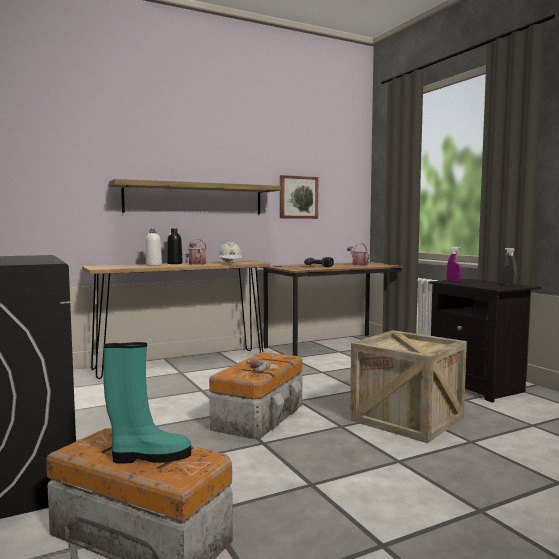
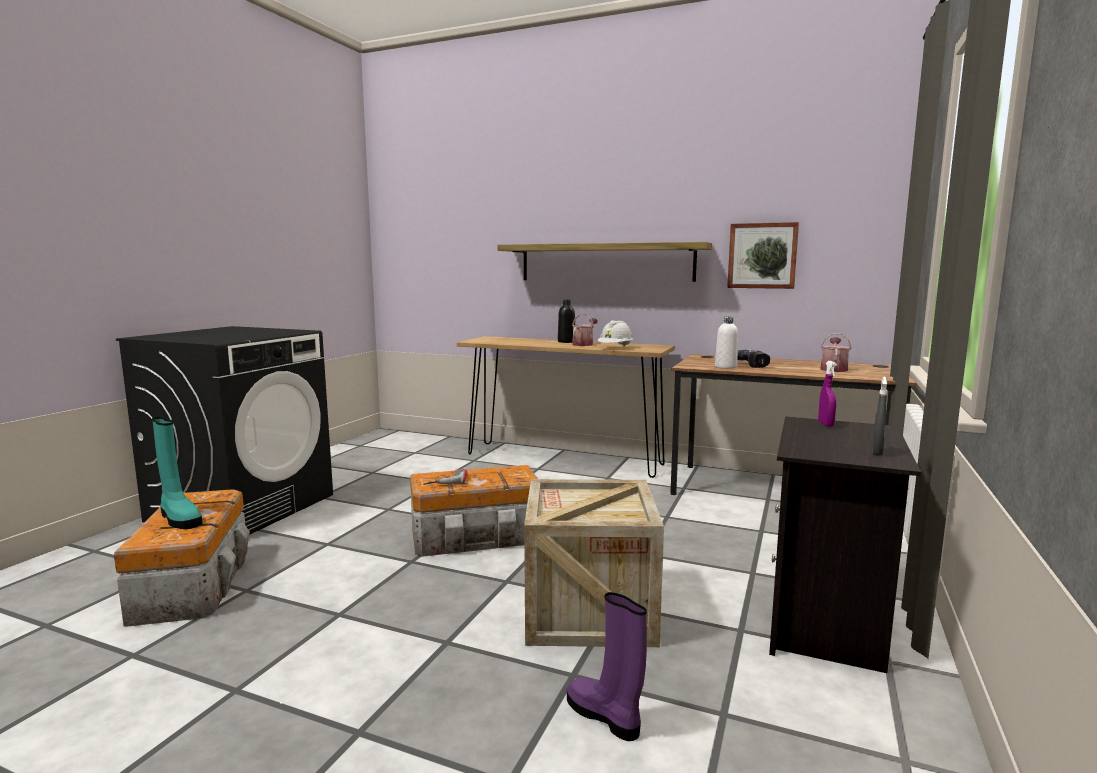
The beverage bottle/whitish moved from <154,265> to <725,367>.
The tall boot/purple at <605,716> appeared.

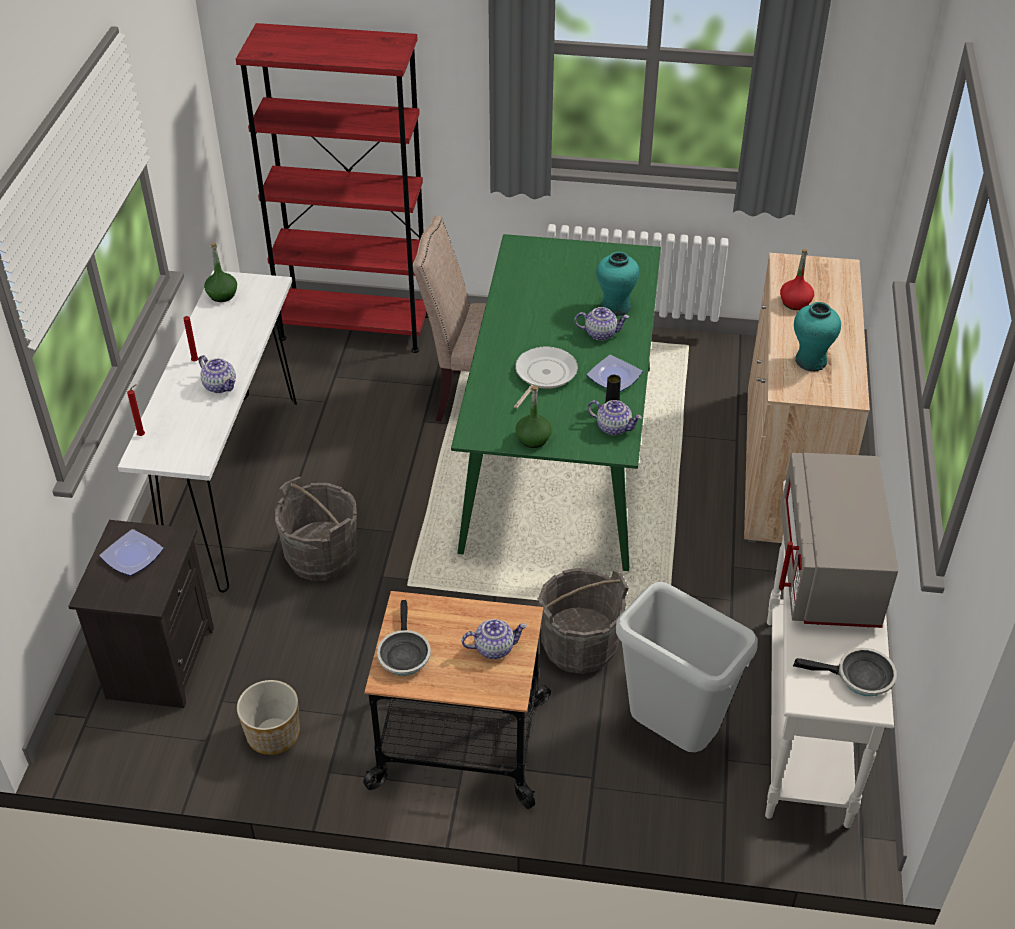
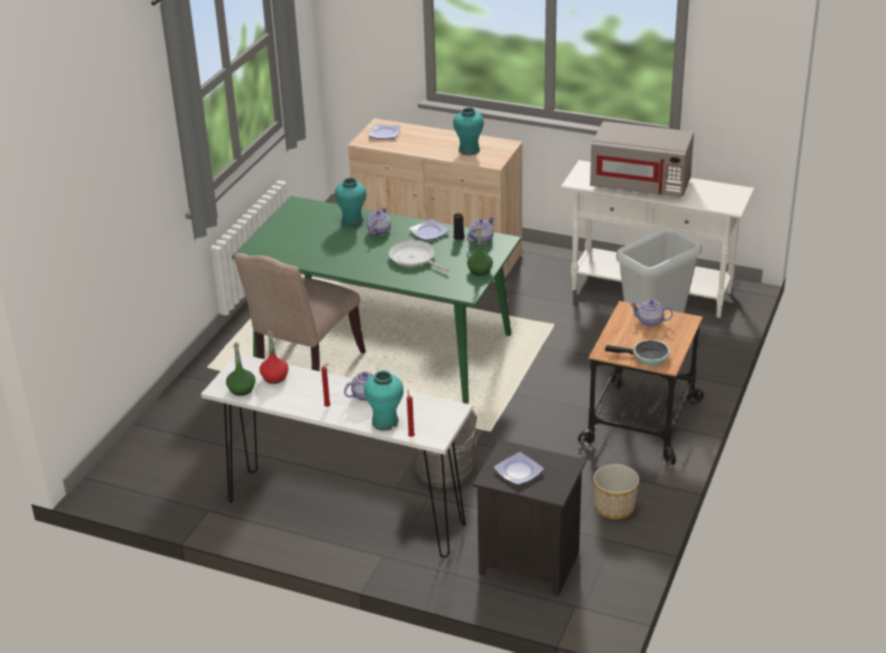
The bookcase/red at <354,326> disappeared.
The beverage bottle/red moved from <795,302> to <274,377>.
The bucket/greyish at <579,646> disappeared.
The tea pot at <494,647> turned 75 degrees counterclockwise.
The frying pan at <859,677> disappeared.
The flat dish at <384,133> appeared.
The vase/turquoise-coloured at <385,422> appeared.

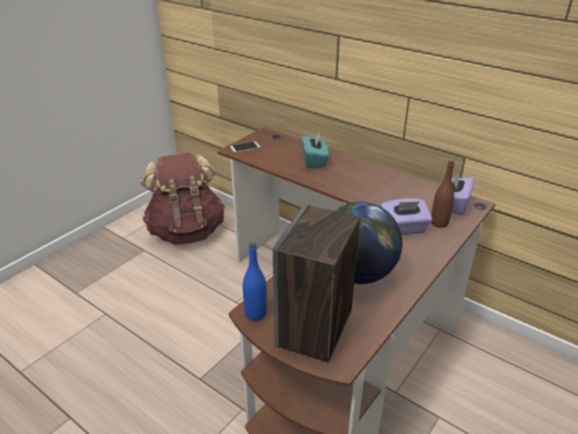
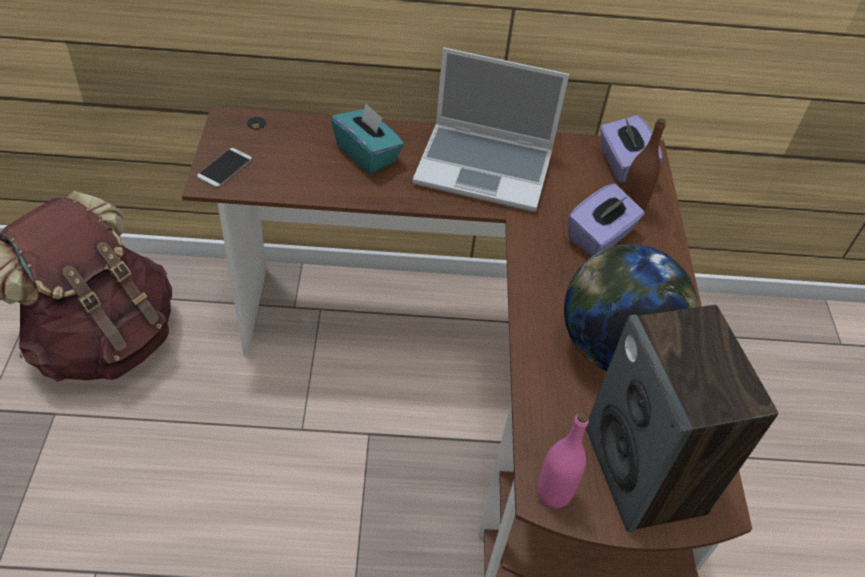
The beverage bottle/bluish at <255,313> became the beverage bottle/pink at <553,493>.
The laptop at <486,168> appeared.

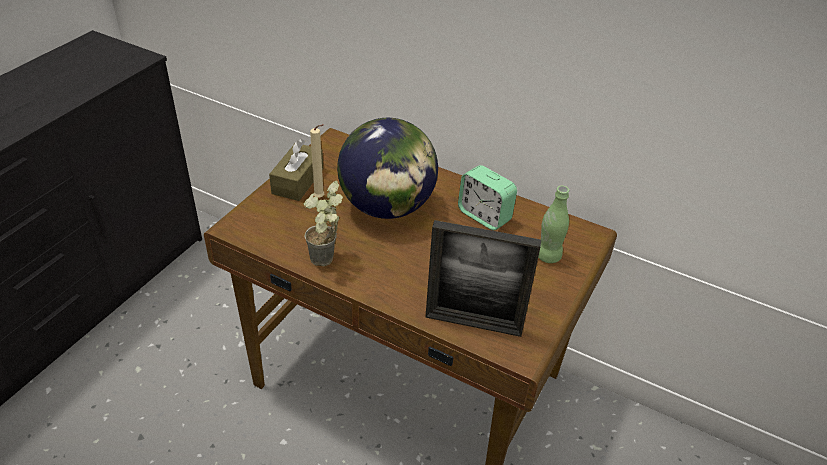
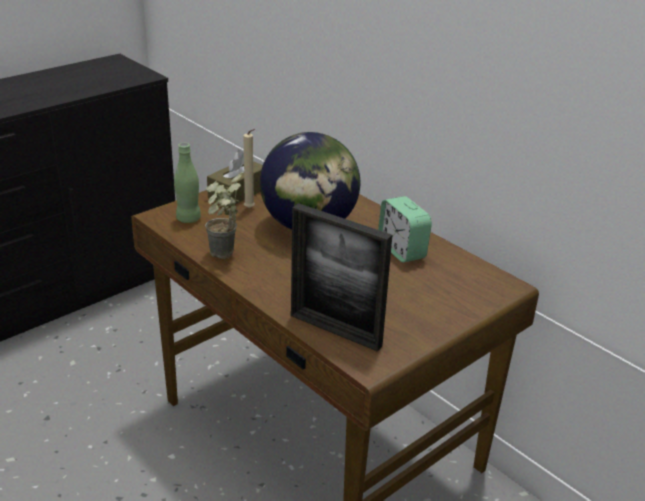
The beverage bottle/greenish moved from <548,256> to <188,219>.

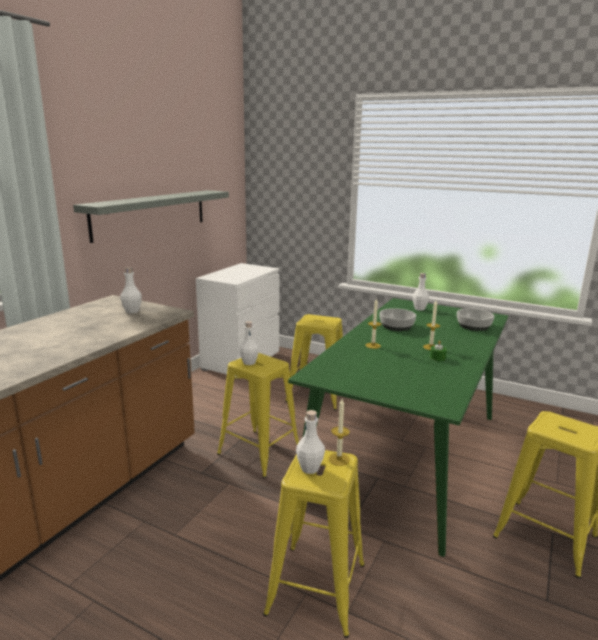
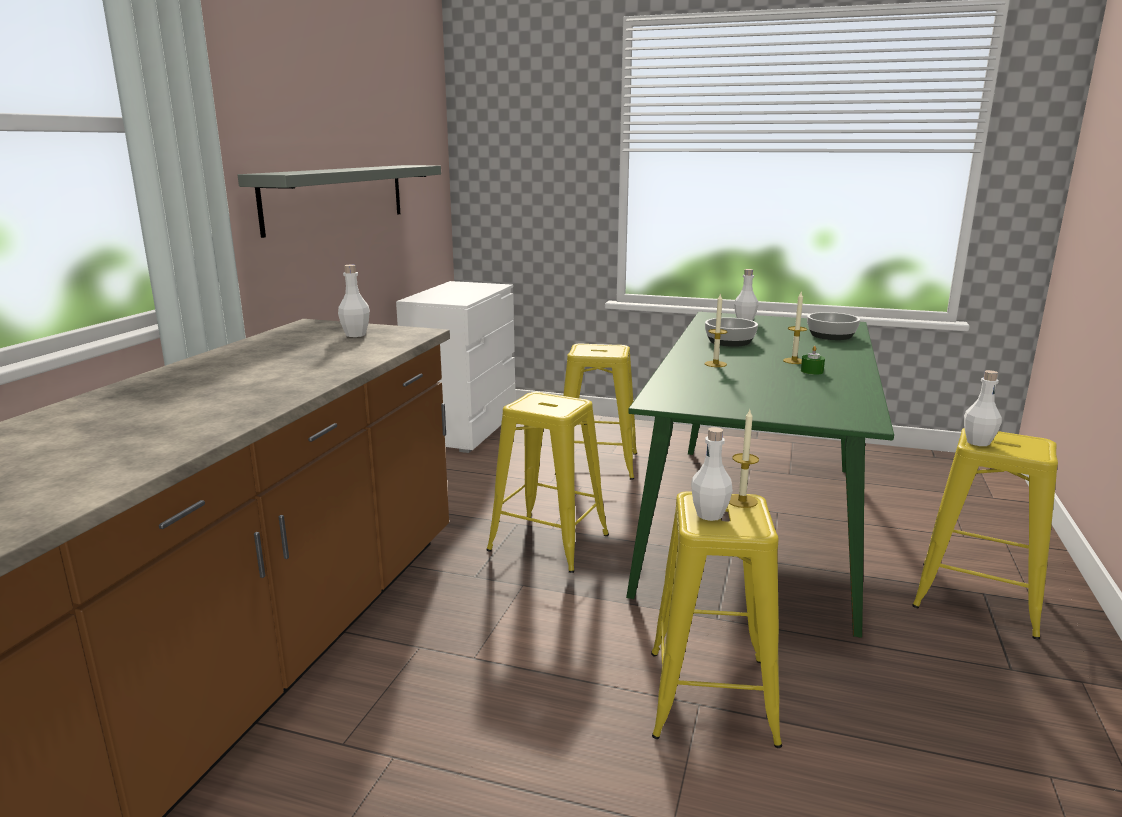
The beverage bottle/whitish moved from <249,362> to <978,442>.

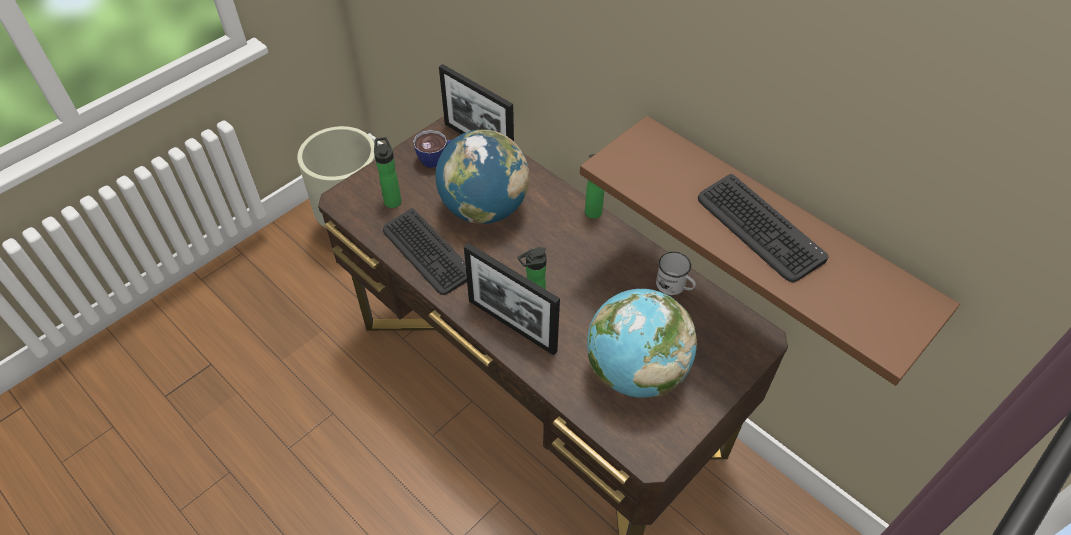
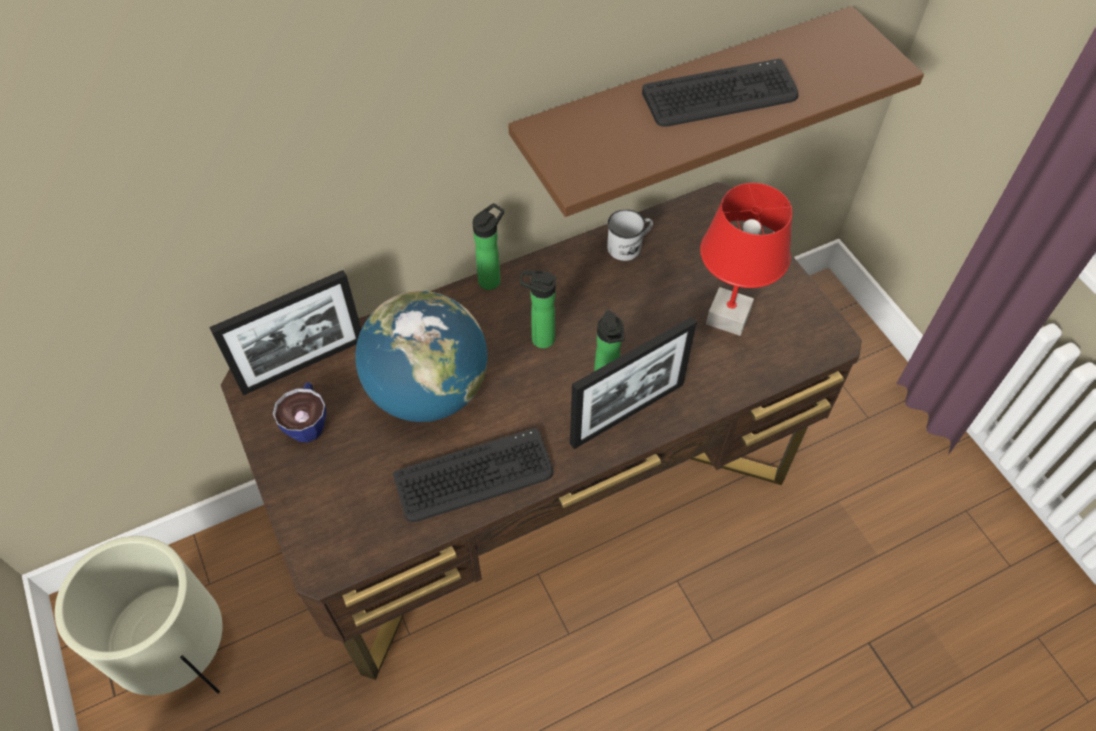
The beverage bottle moved from <392,200> to <539,339>.
The desk globe at <635,371> was replaced by the lamp for a table/red at <727,318>.

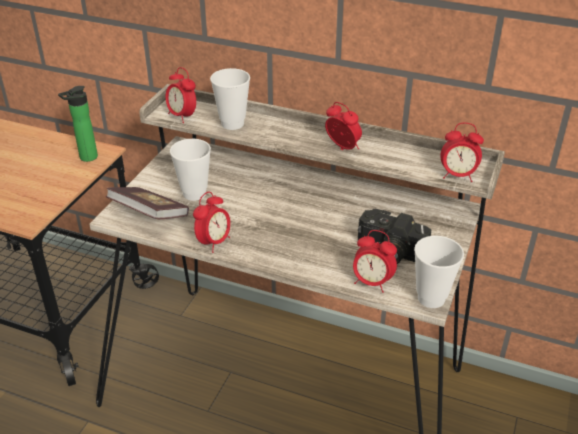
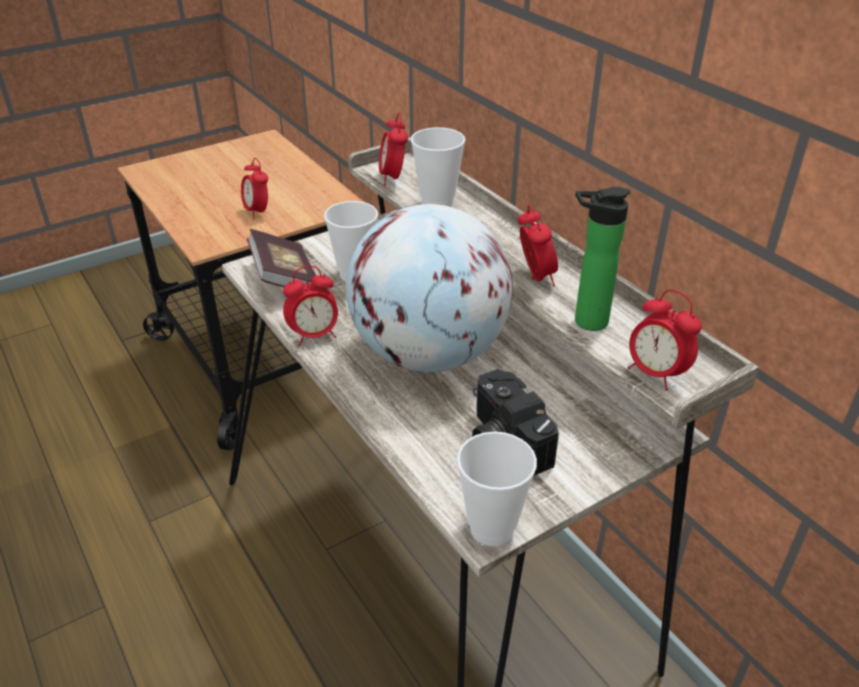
The beverage bottle moved from <86,158> to <585,322>.
The alarm clock moved from <372,282> to <257,212>.
The desk globe at <429,354> appeared.

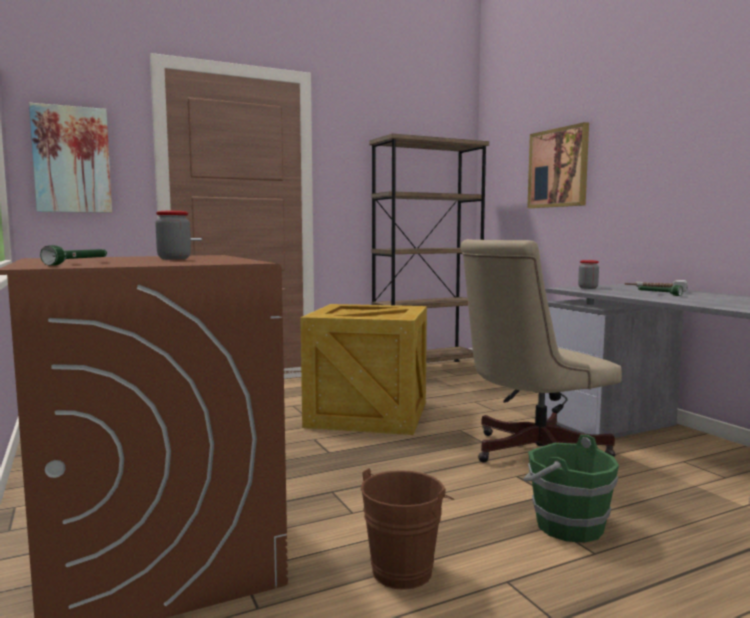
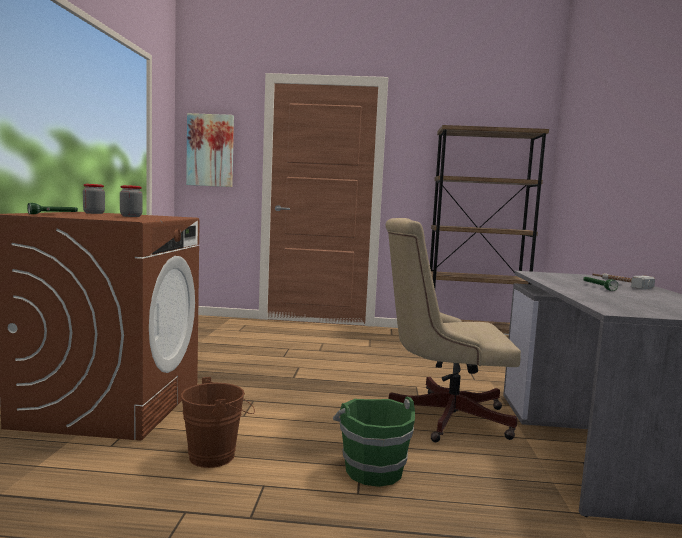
The wall art at <558,168> disappeared.
The jar moved from <588,288> to <94,213>.
The crate at <366,415> disappeared.

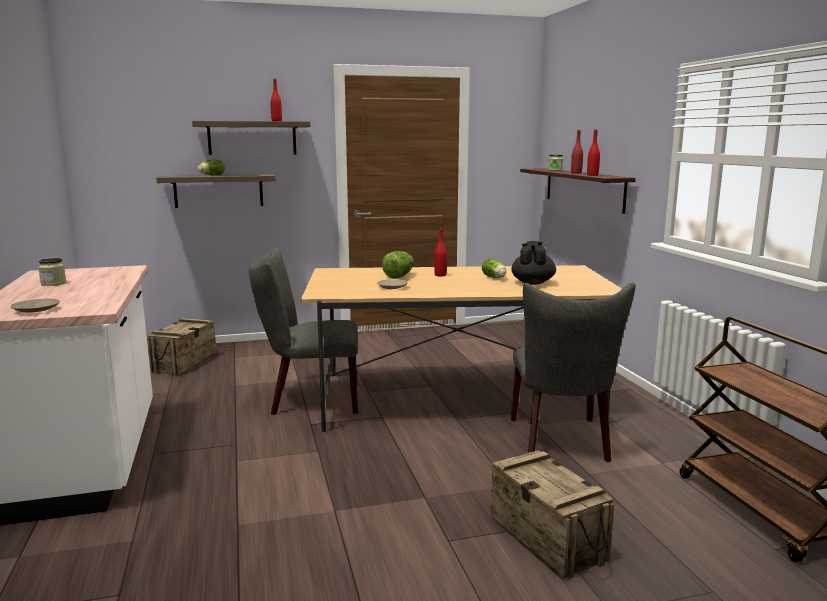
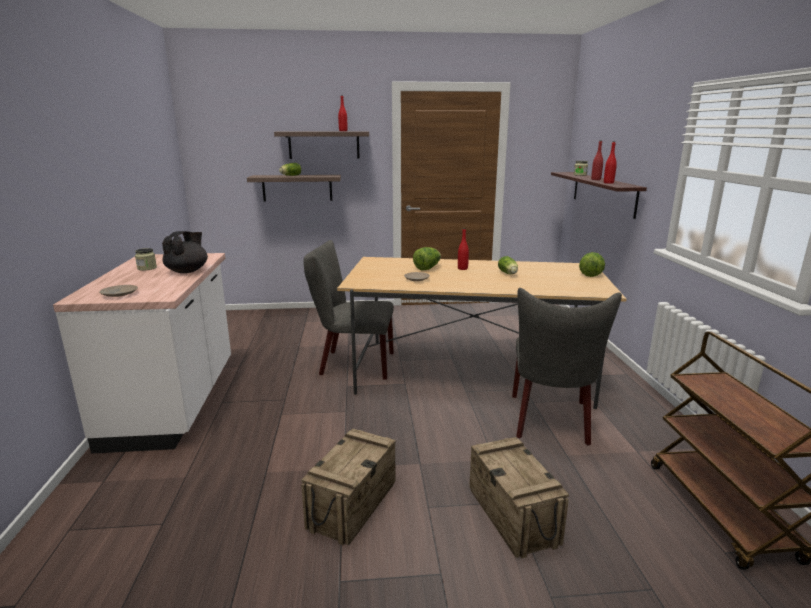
The tea pot/black moved from <532,283> to <188,271>.
The crate moved from <184,363> to <352,504>.
The lettuce head at <590,274> appeared.

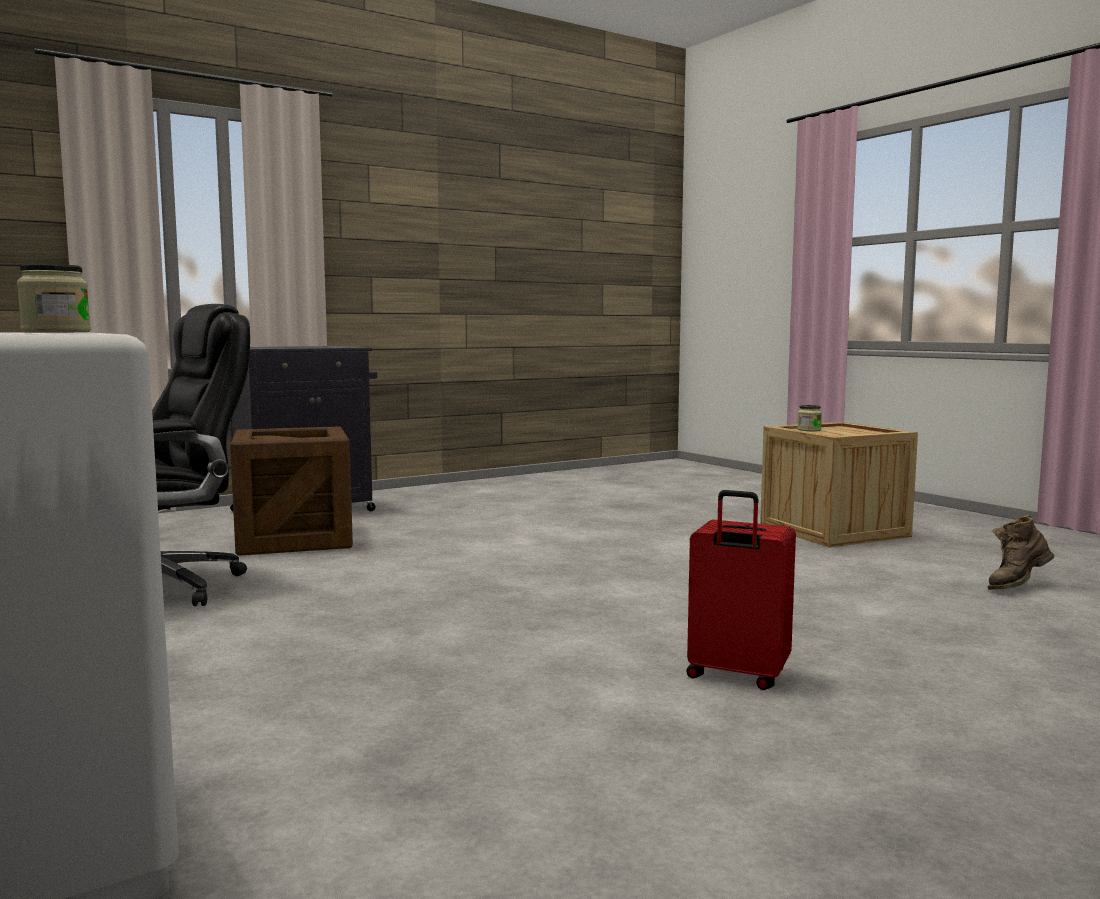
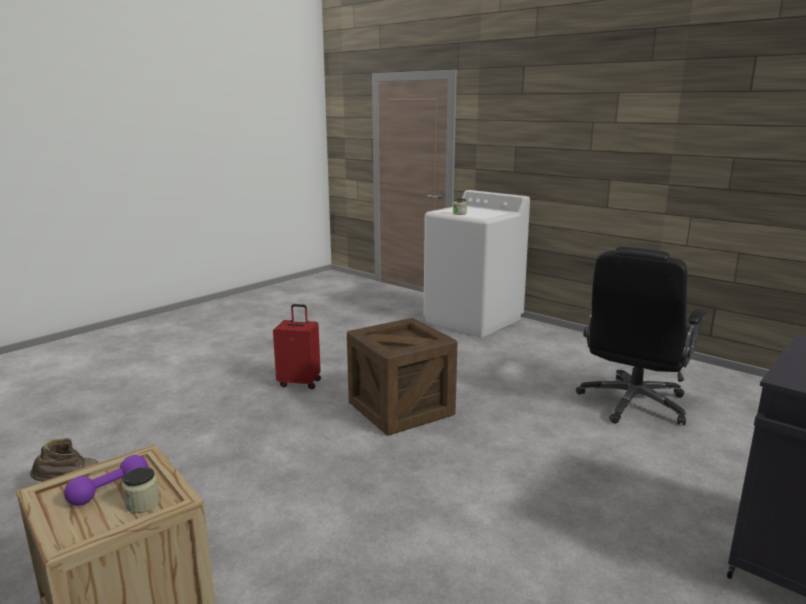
The crate moved from <294,539> to <401,409>.
The dumbbell/purple at <109,491> appeared.

